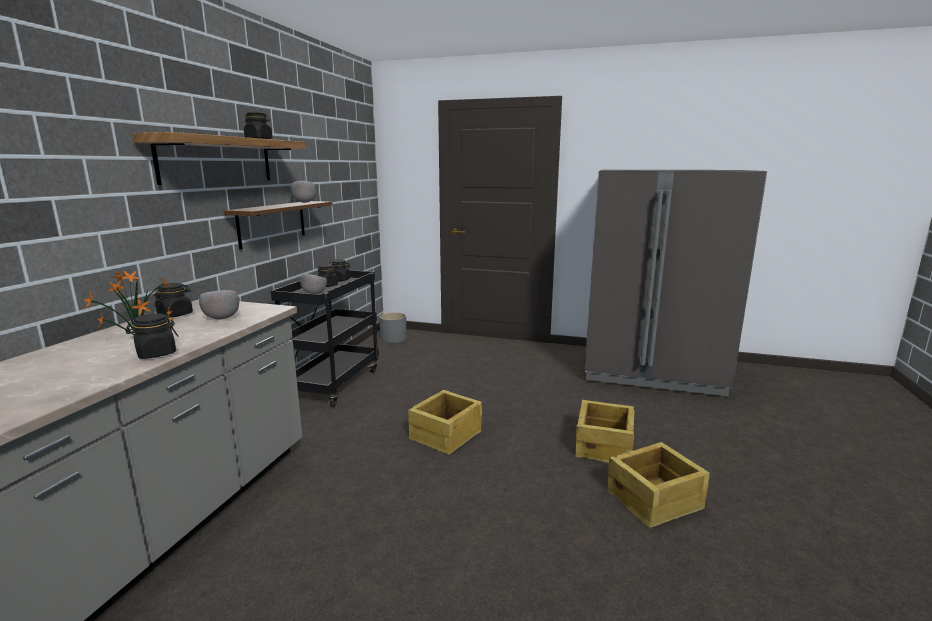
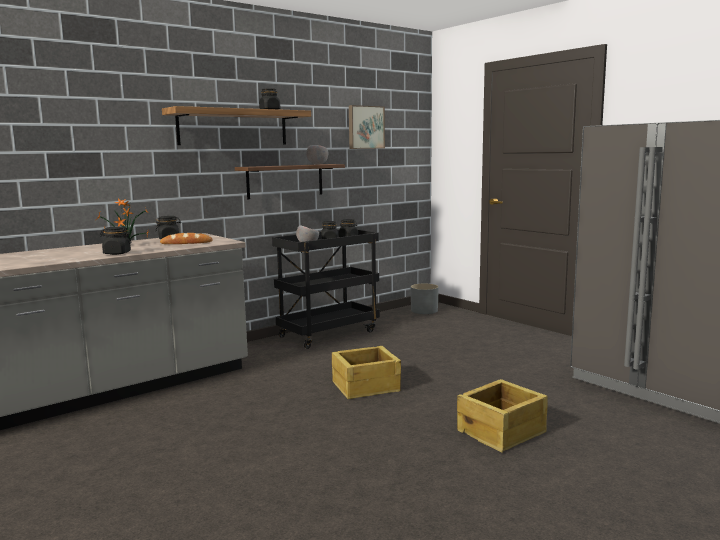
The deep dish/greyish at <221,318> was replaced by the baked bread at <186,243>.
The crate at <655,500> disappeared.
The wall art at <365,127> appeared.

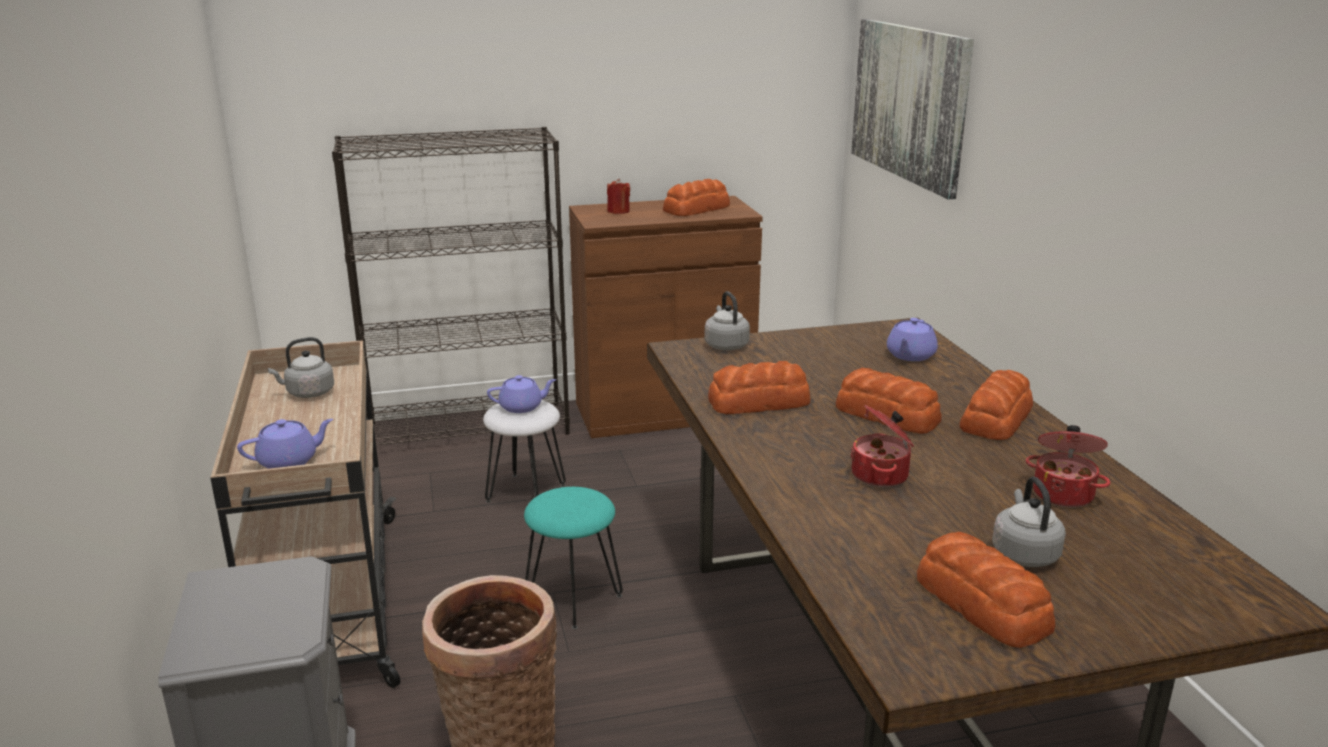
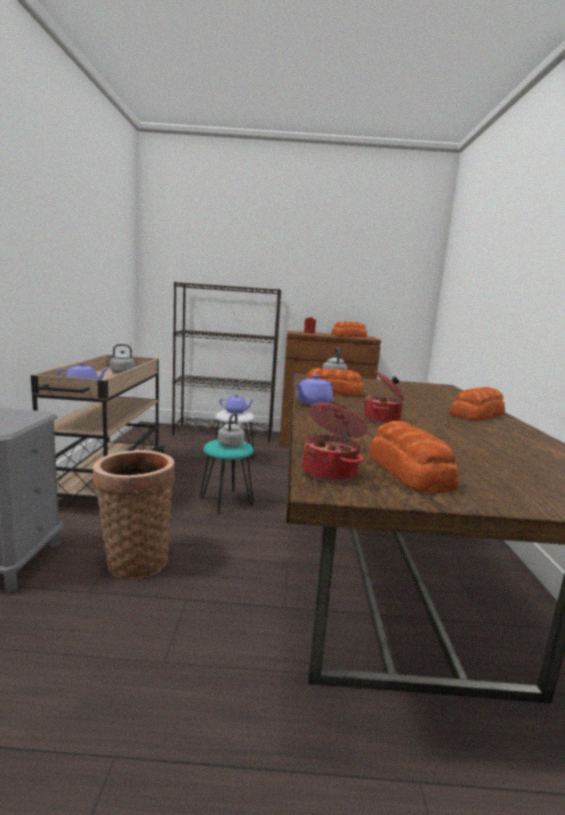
The wall art at <909,102> disappeared.
The tea pot/purple moved from <910,356> to <312,403>.
The baked bread at <888,415> disappeared.
The cooking pot moved from <1063,494> to <331,472>.
The kettle/greyish moved from <1023,553> to <231,444>.

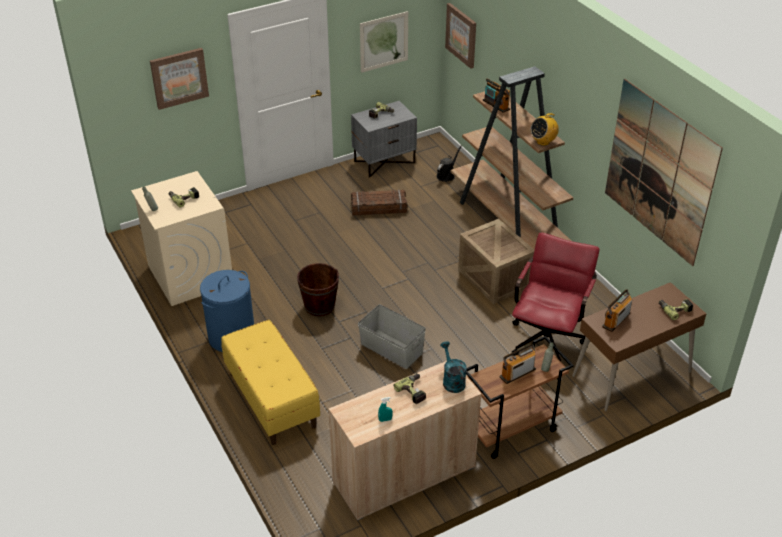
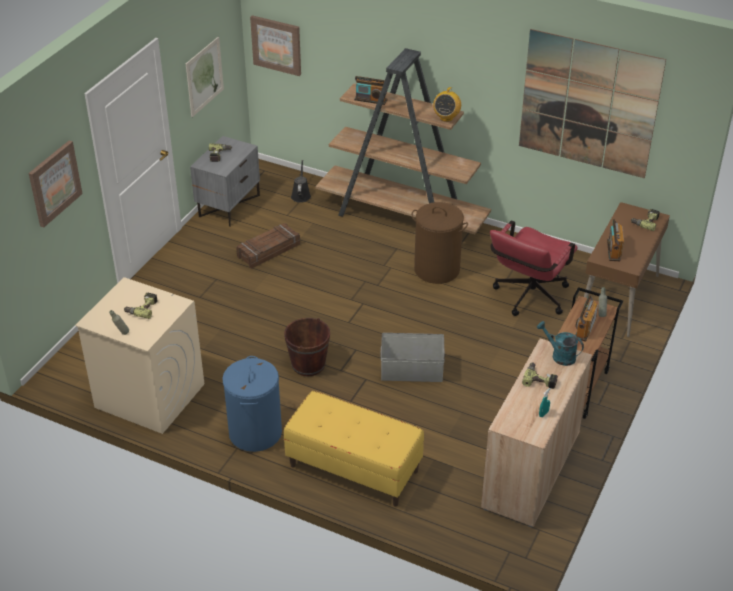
The crate at <495,279> was replaced by the washing basket/brownish at <437,269>.
The desk chair/red at <548,336> turned 135 degrees counterclockwise.

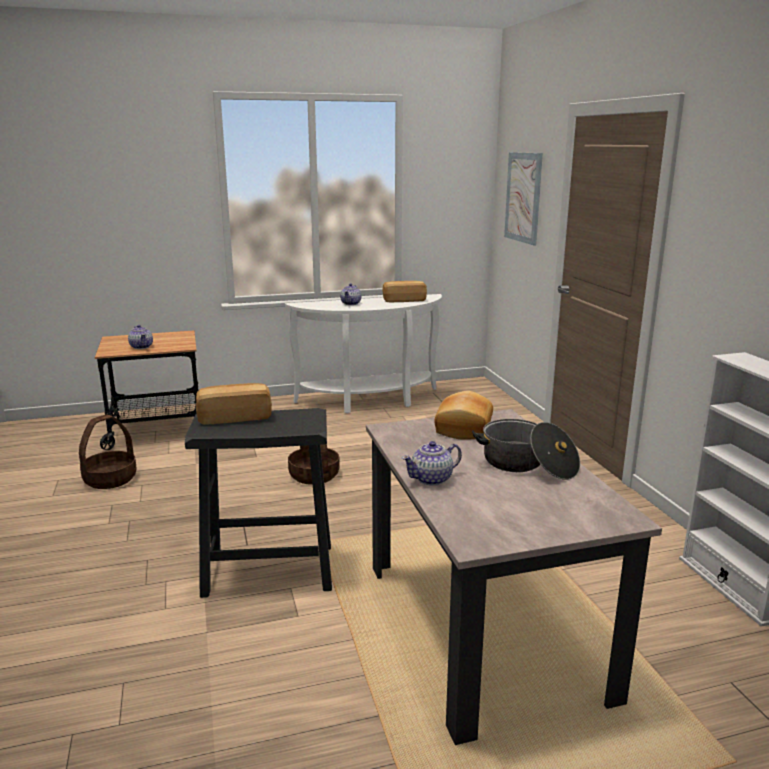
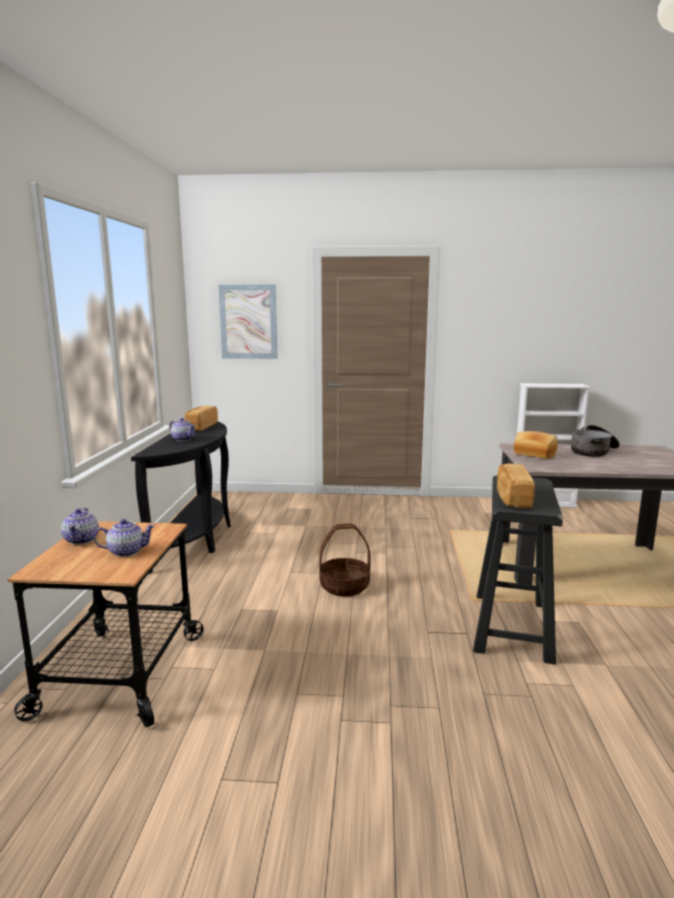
The hall table/whitish at <371,401> became the hall table/black at <197,538>.
The basket at <110,479> disappeared.
The tea pot moved from <432,479> to <82,539>.

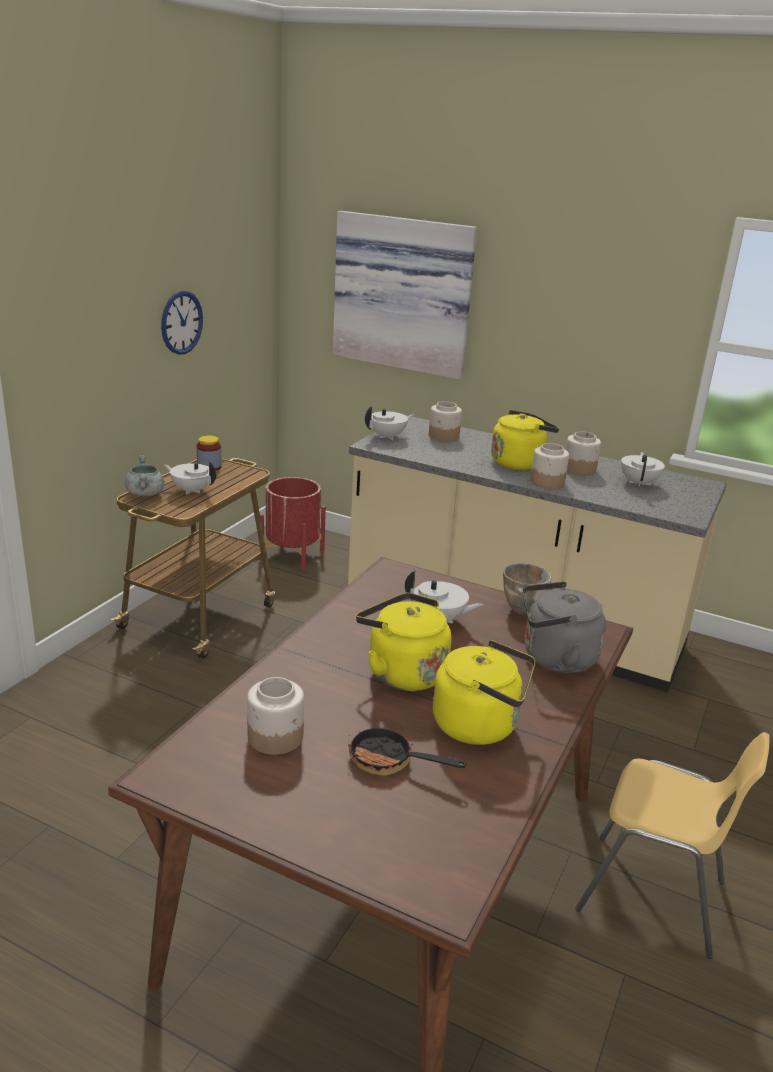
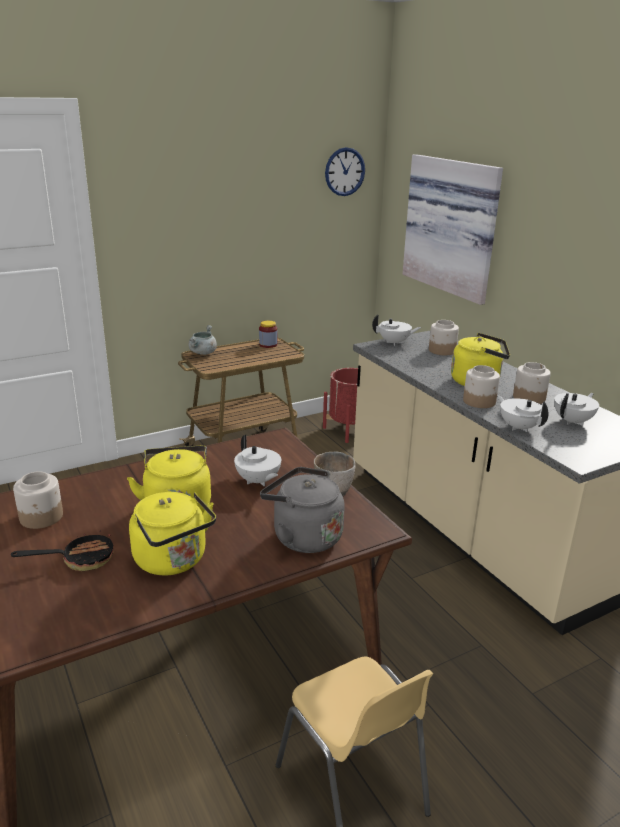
The clock on the wall moved from <181,322> to <344,171>.
The tea pot/whitish moved from <191,490> to <519,427>.
The frying pan at <389,762> turned 105 degrees clockwise.

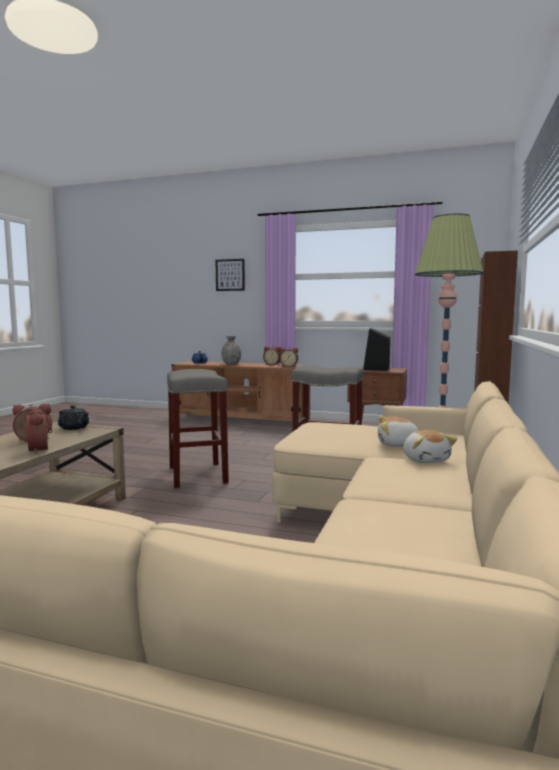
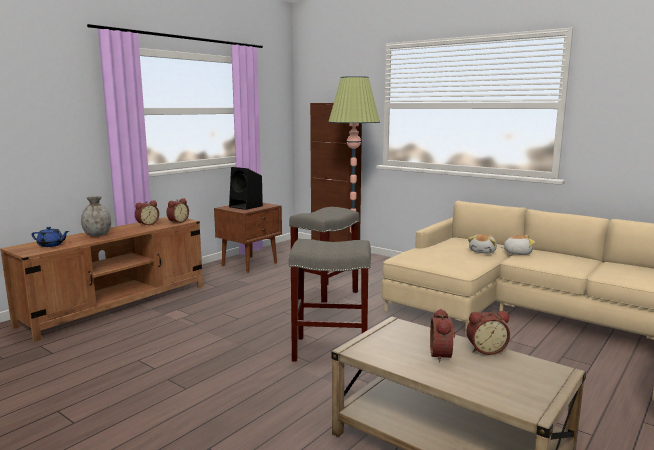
The wall art at <230,275> disappeared.
The tea pot/black at <74,428> disappeared.

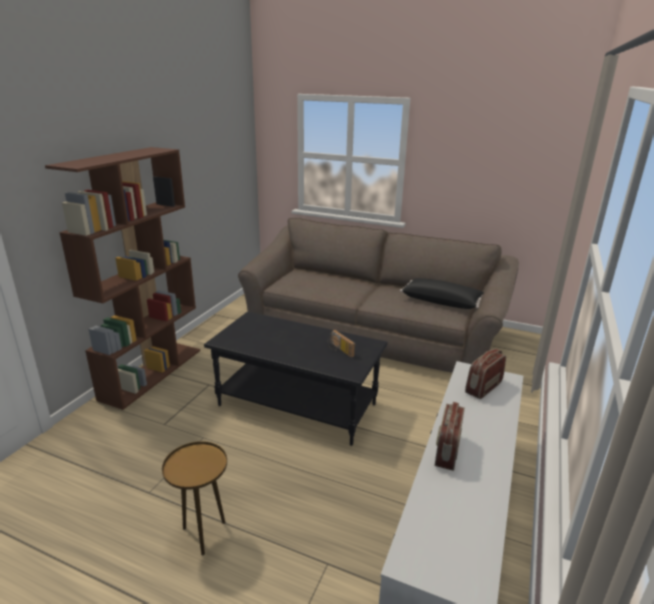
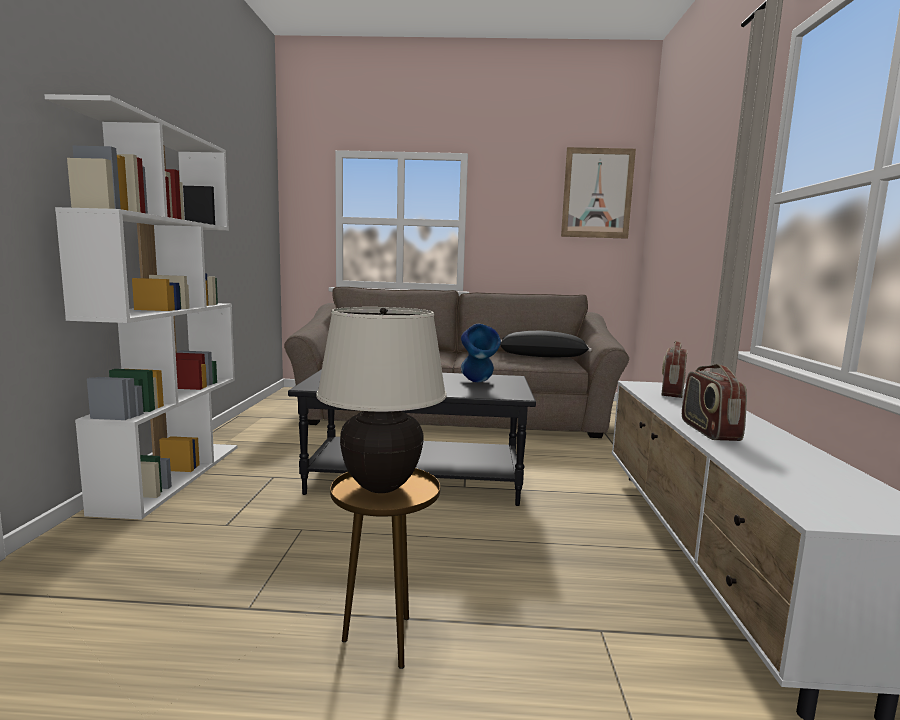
The bookcase/brownish at <152,373> became the bookcase/whitish at <172,476>.
The radio at <339,350> was replaced by the vase/bluish at <478,383>.
The wall art at <597,193> appeared.
The lamp for a table/beige at <381,486> appeared.

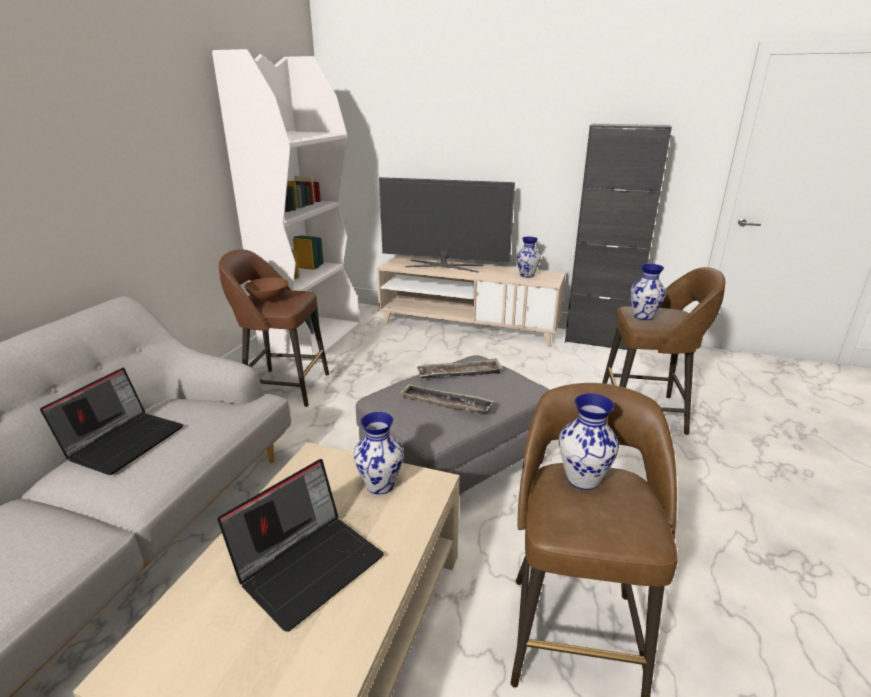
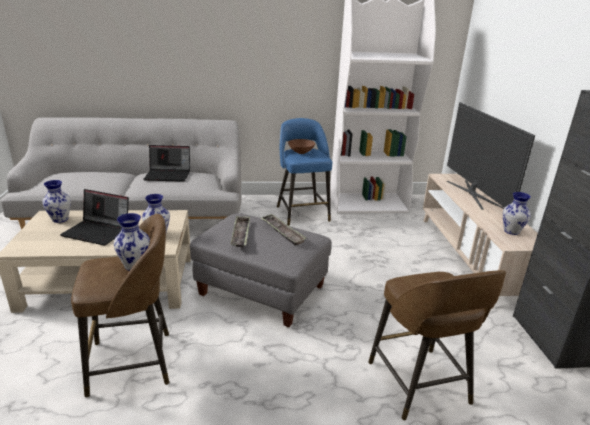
The sitting stool/brownish at <284,387> became the sitting stool/bluish at <302,213>.
The vase moved from <643,316> to <60,219>.

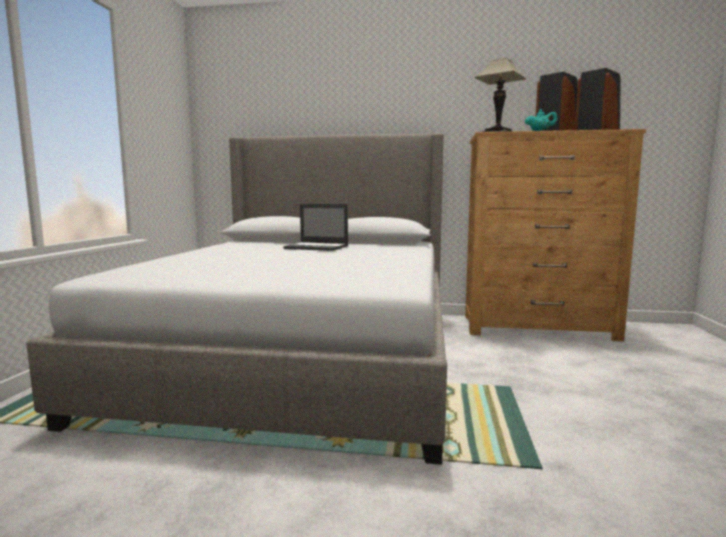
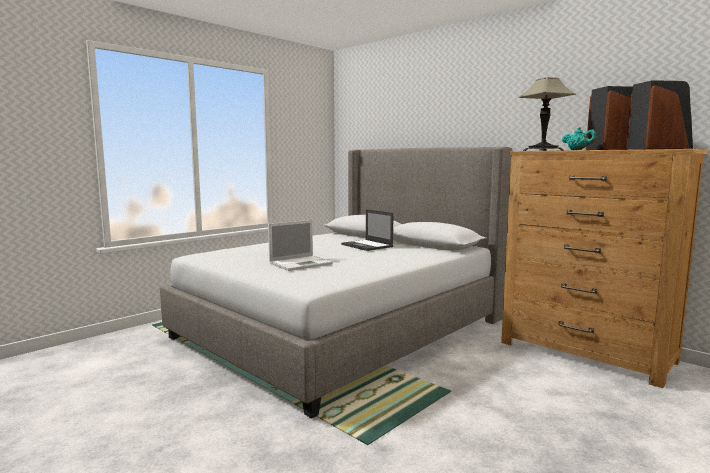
The laptop at <301,263> appeared.

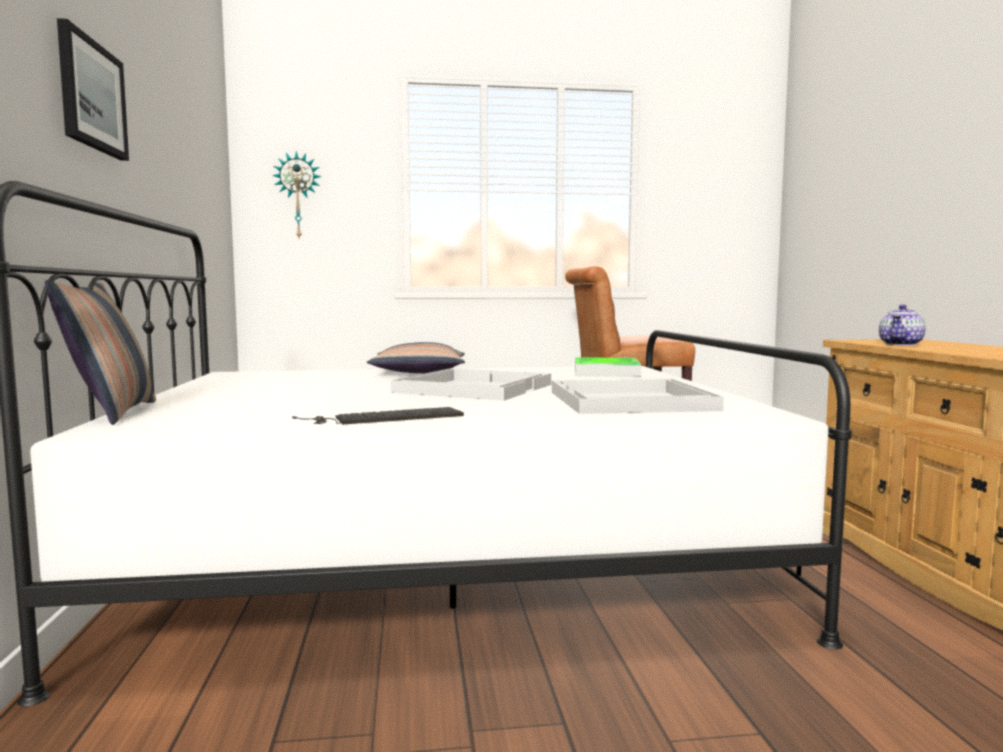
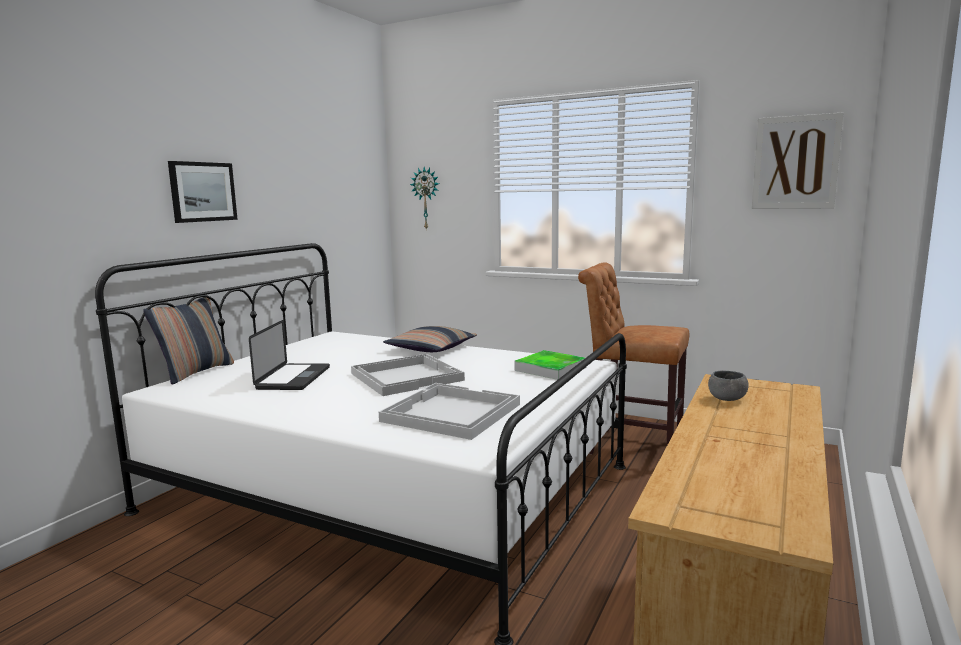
The tea pot at <901,344> was replaced by the deep dish/greyish at <726,399>.
The keyboard at <383,418> disappeared.
The wall art at <795,162> appeared.
The laptop at <293,378> appeared.

